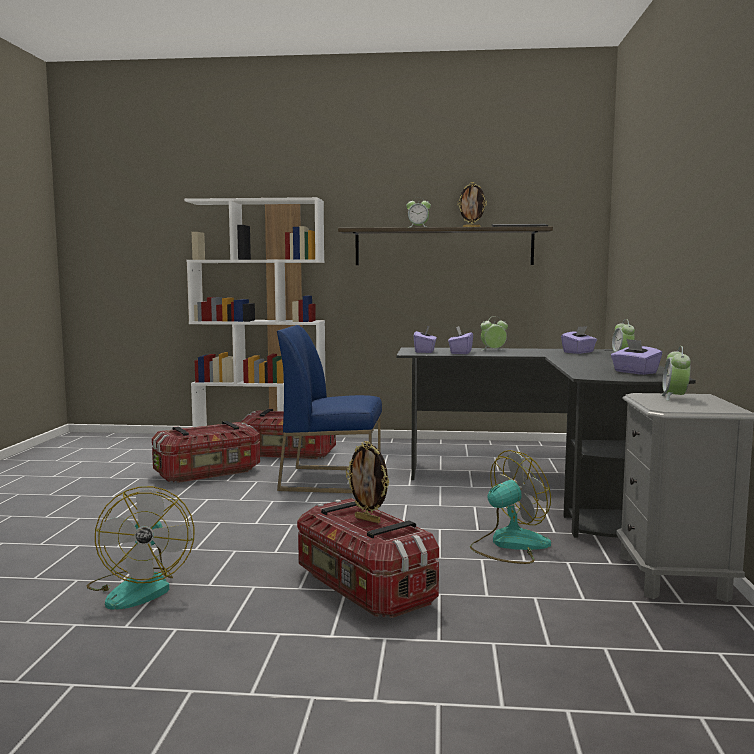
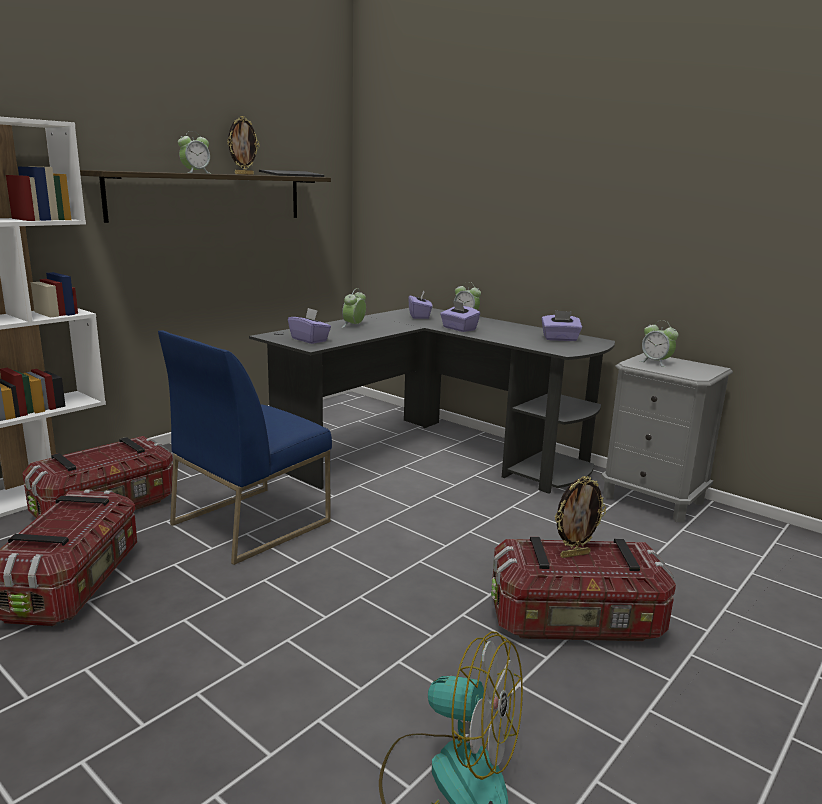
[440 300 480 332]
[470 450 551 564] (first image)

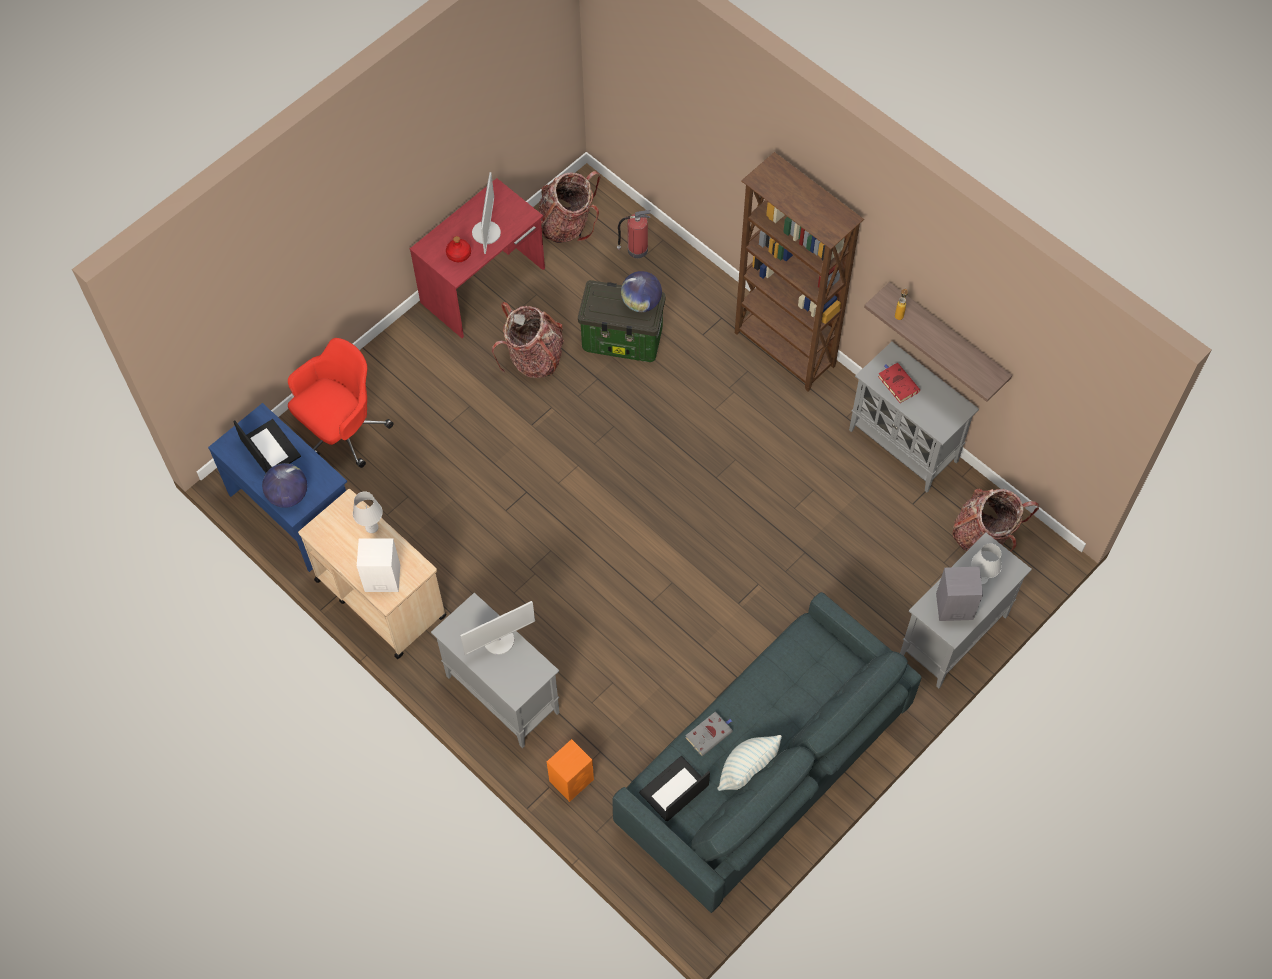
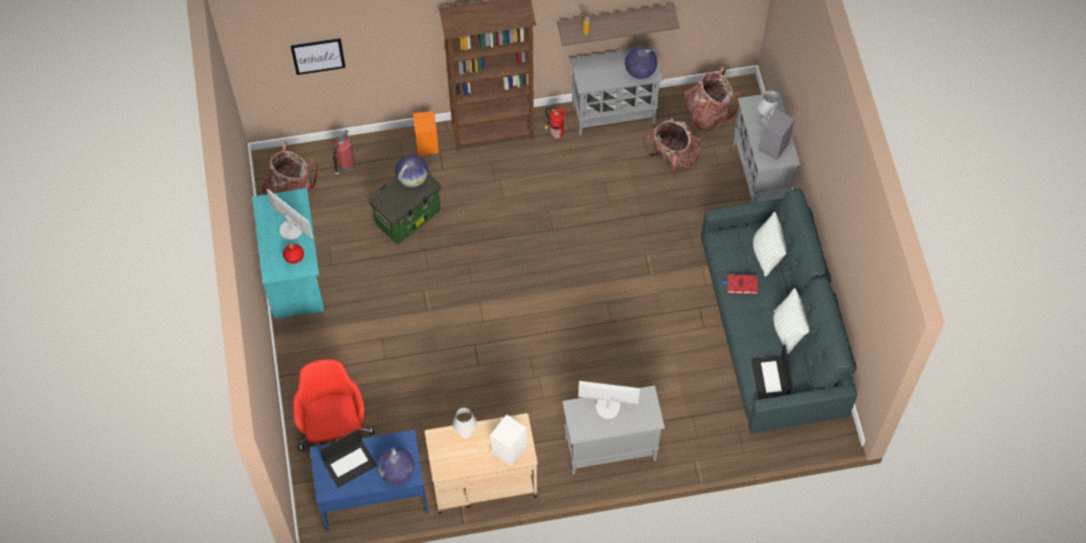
[252 188 325 319]
[643 118 701 178]
[722 274 758 294]
[320 429 377 487]
[578 381 640 419]
[685 711 733 756] (first image)
[413 111 439 156]
[291 38 346 75]
[625 46 657 79]
[544 107 567 139]
[753 212 787 277]

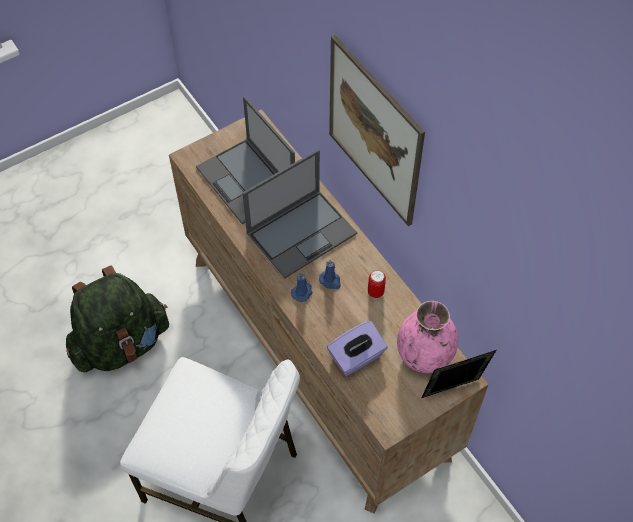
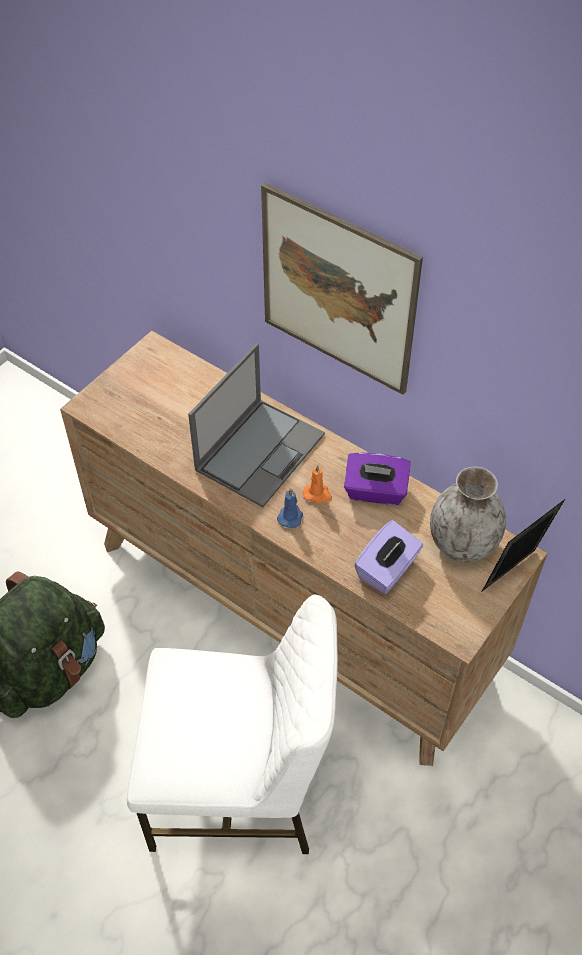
[196 96 295 224] (first image)
[303 464 332 504]
[344 452 411 505]
[430 466 506 562]

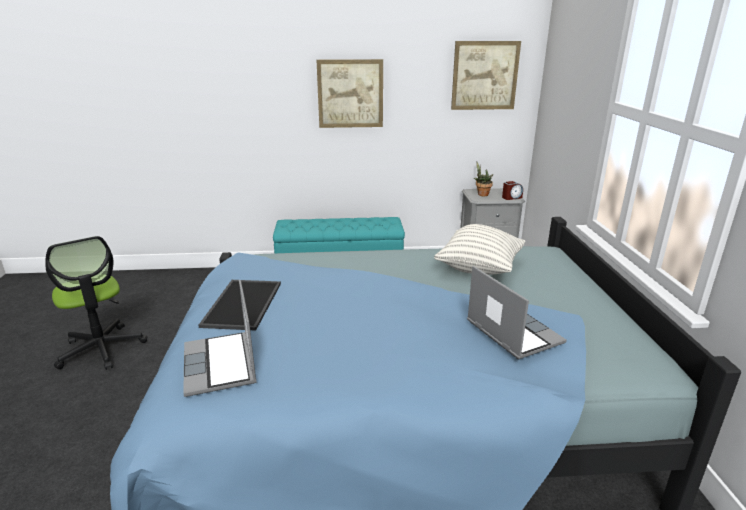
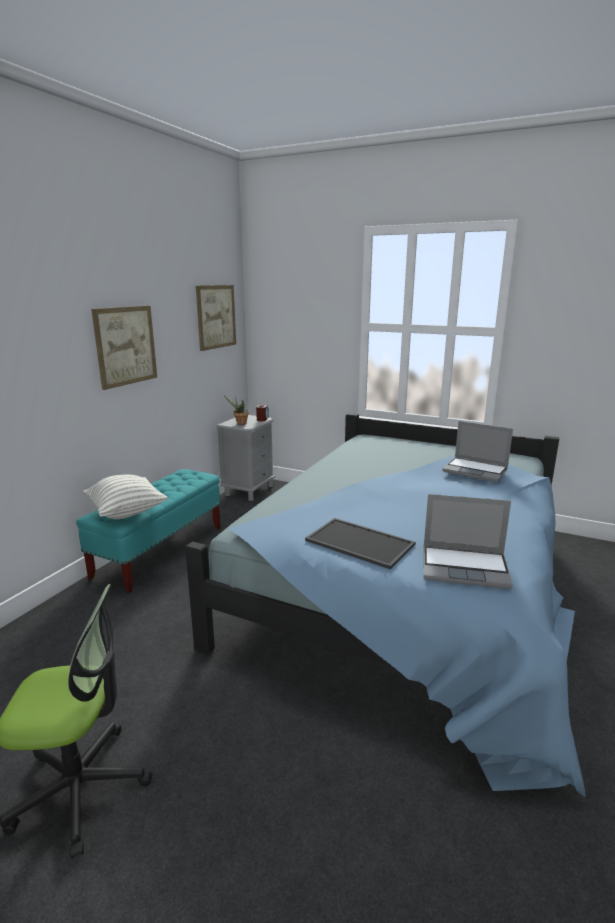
[83 475 168 519]
[442 421 513 482]

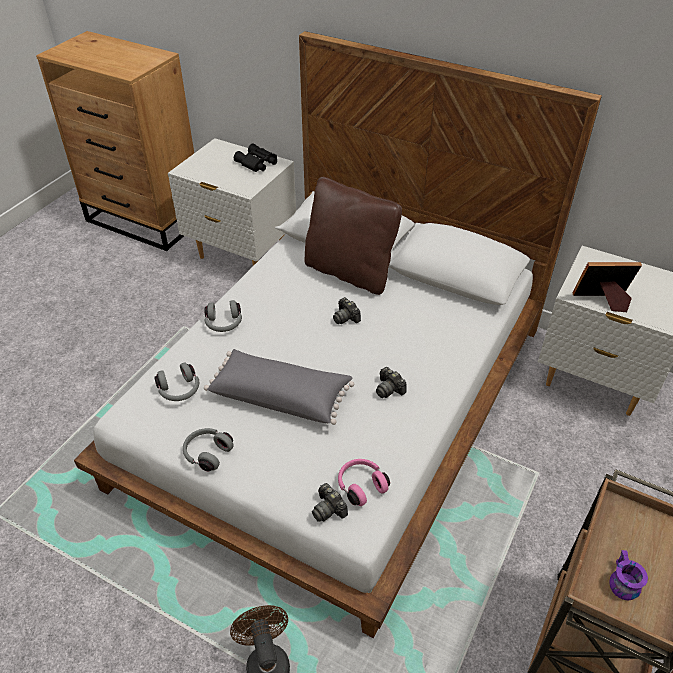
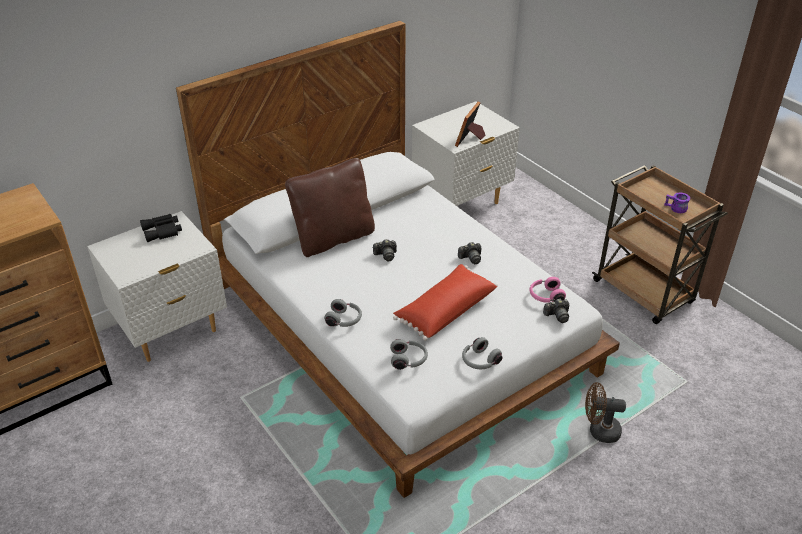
[393 264 498 341]

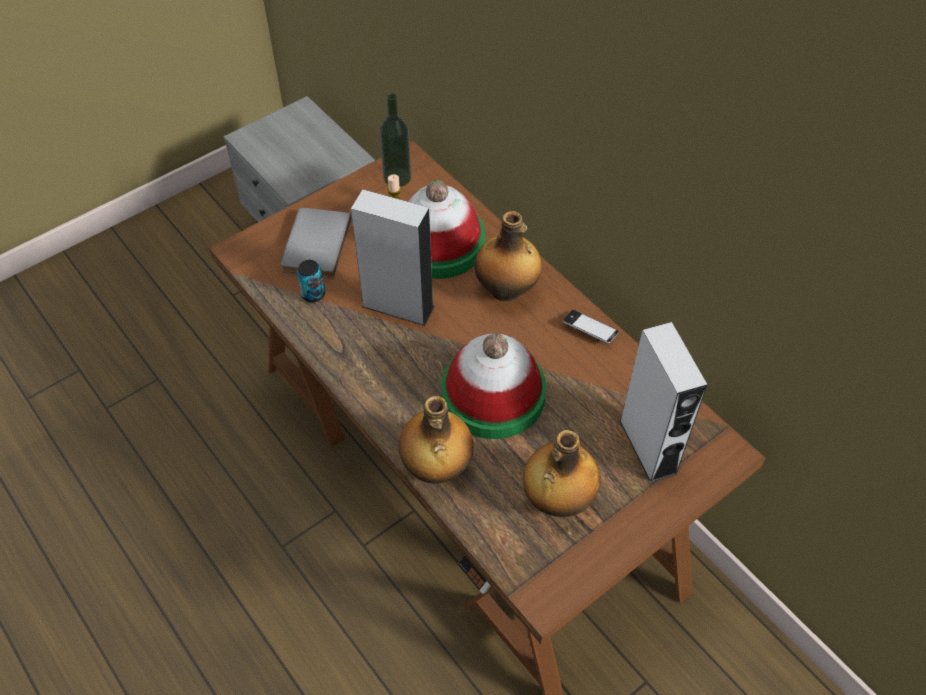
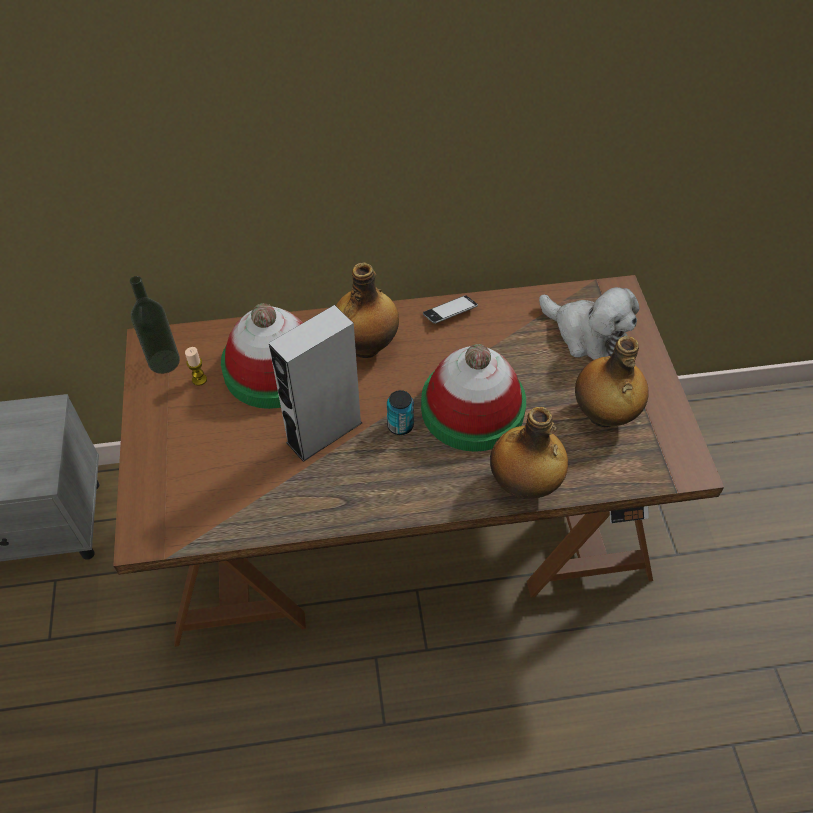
[280 208 351 278] (first image)
[387 390 414 435]
[539 287 639 360]

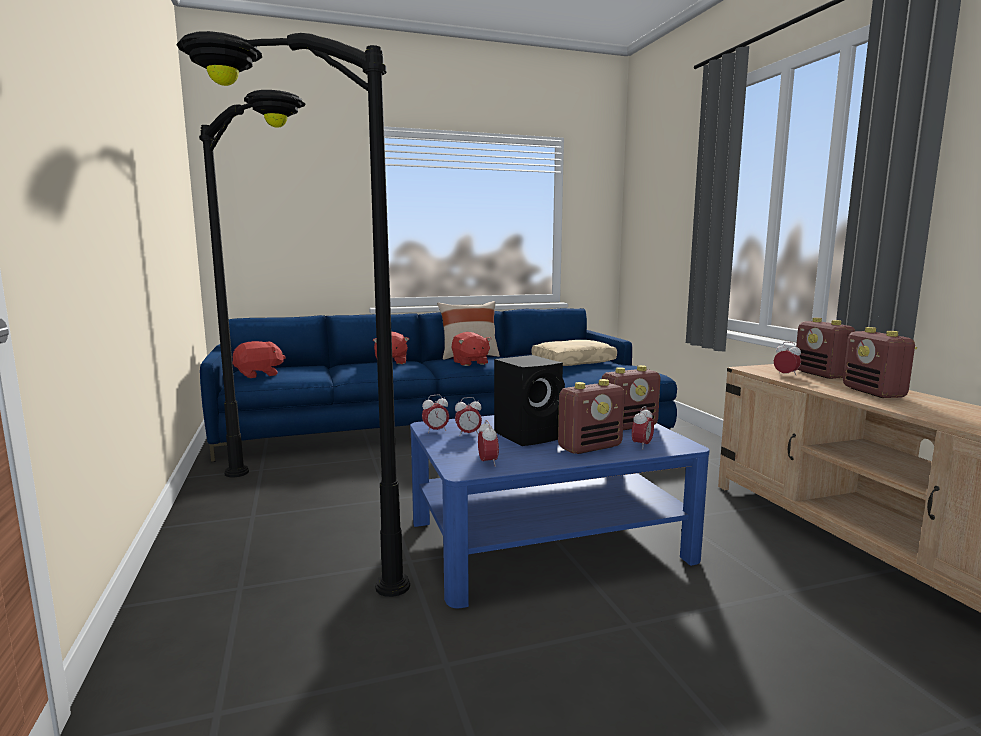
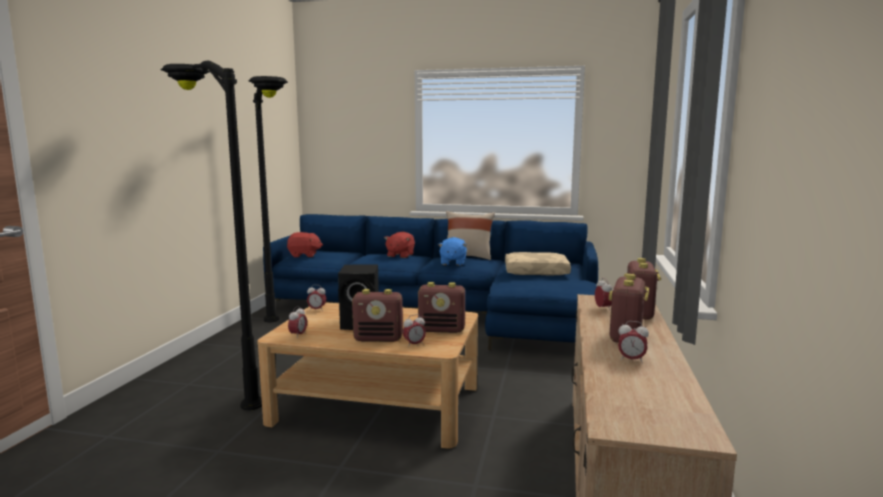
[438 237 467 266]
[618 321 649 363]
[257 302 478 448]

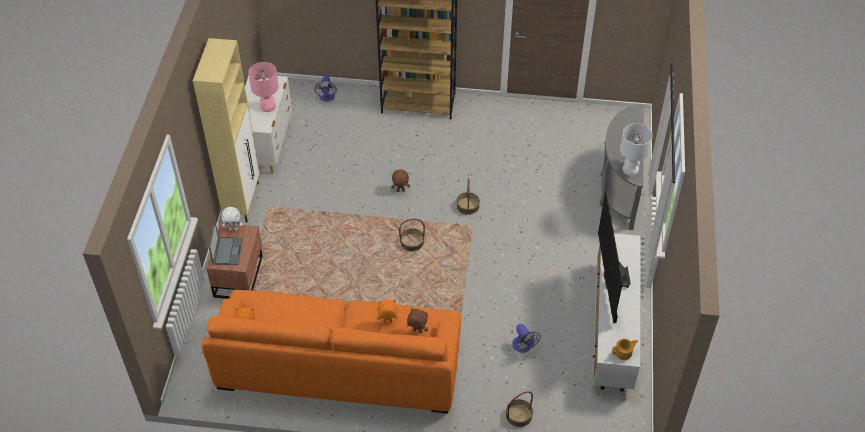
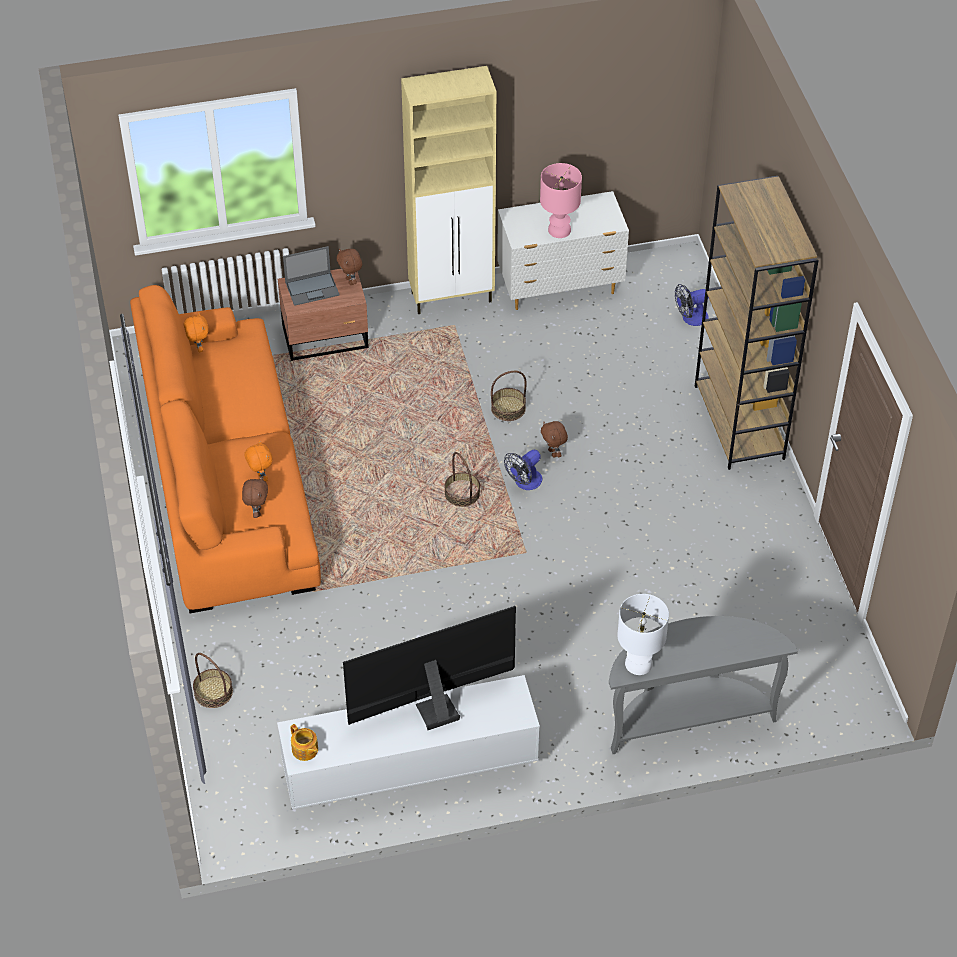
[491 371 527 421]
[336 248 362 285]
[504 450 542 490]

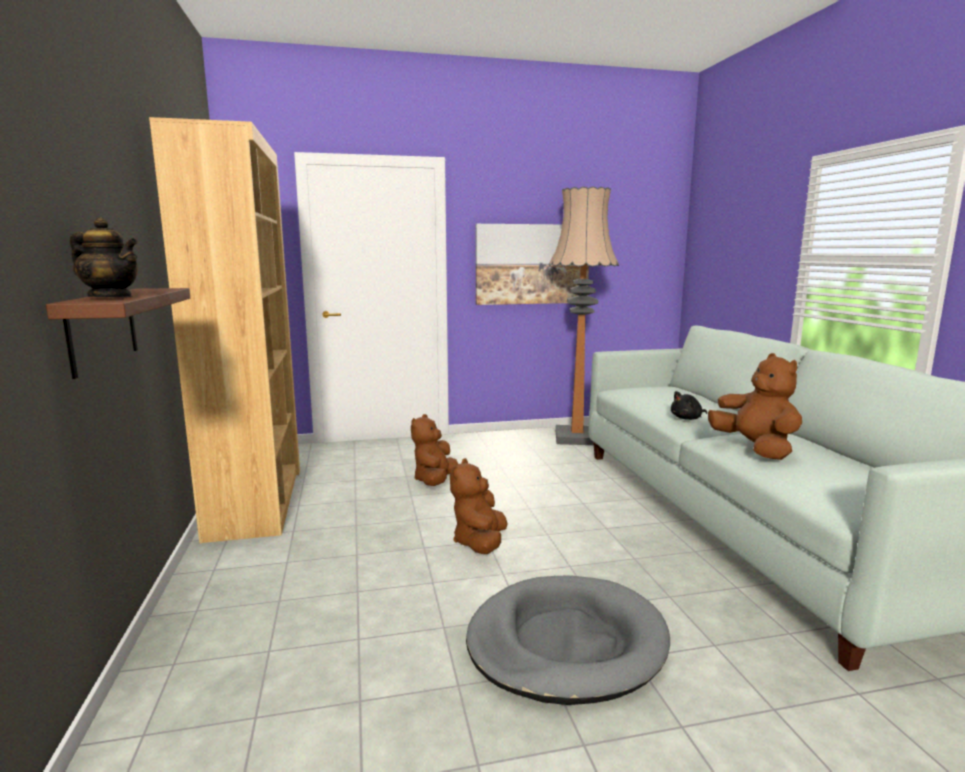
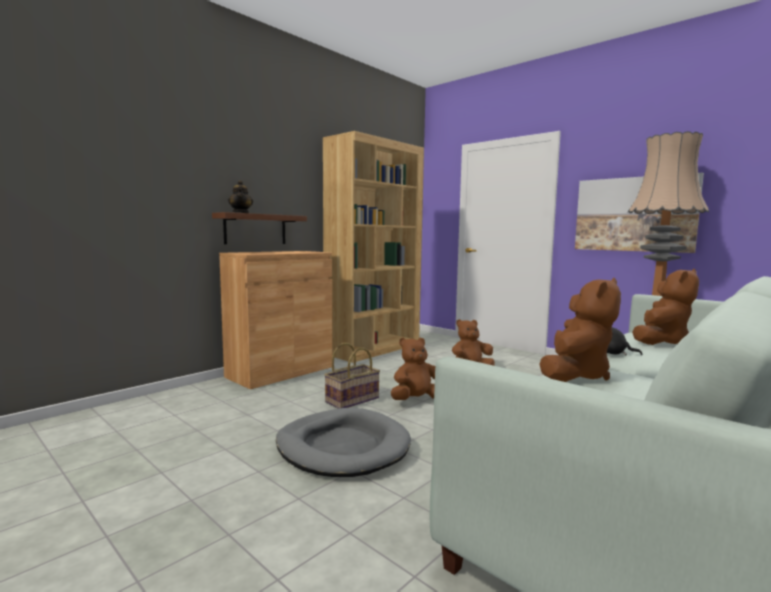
[219 251 332 389]
[632 269 699 345]
[324 343 380 409]

